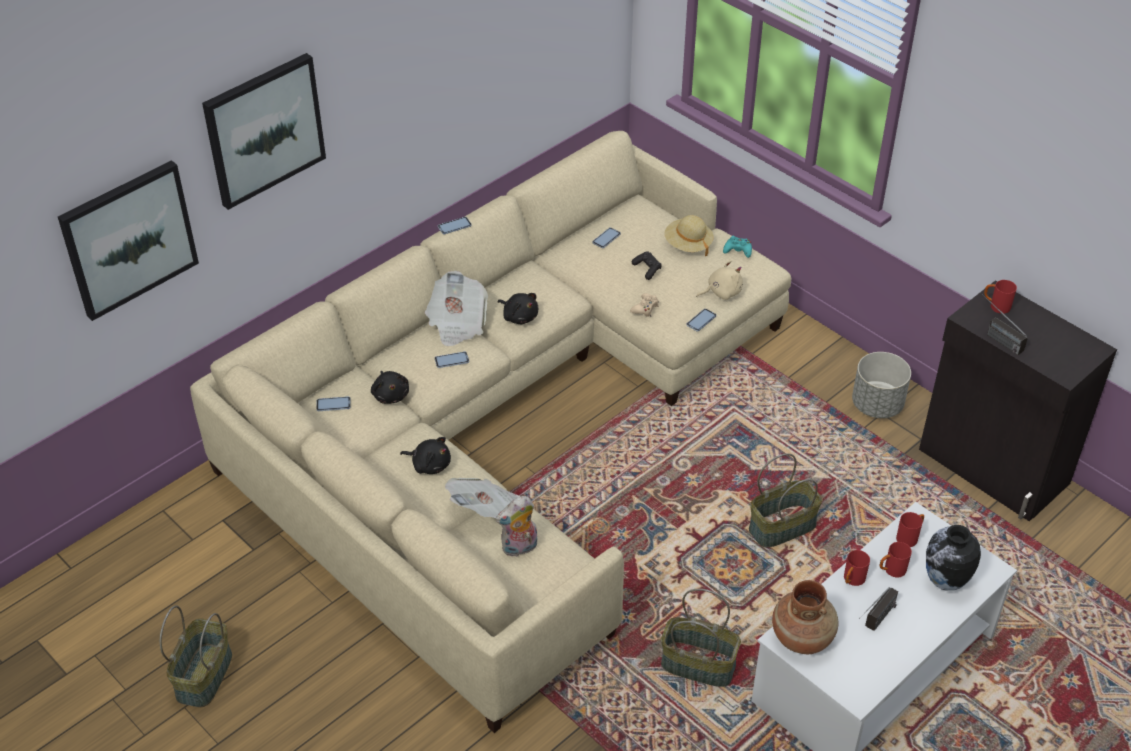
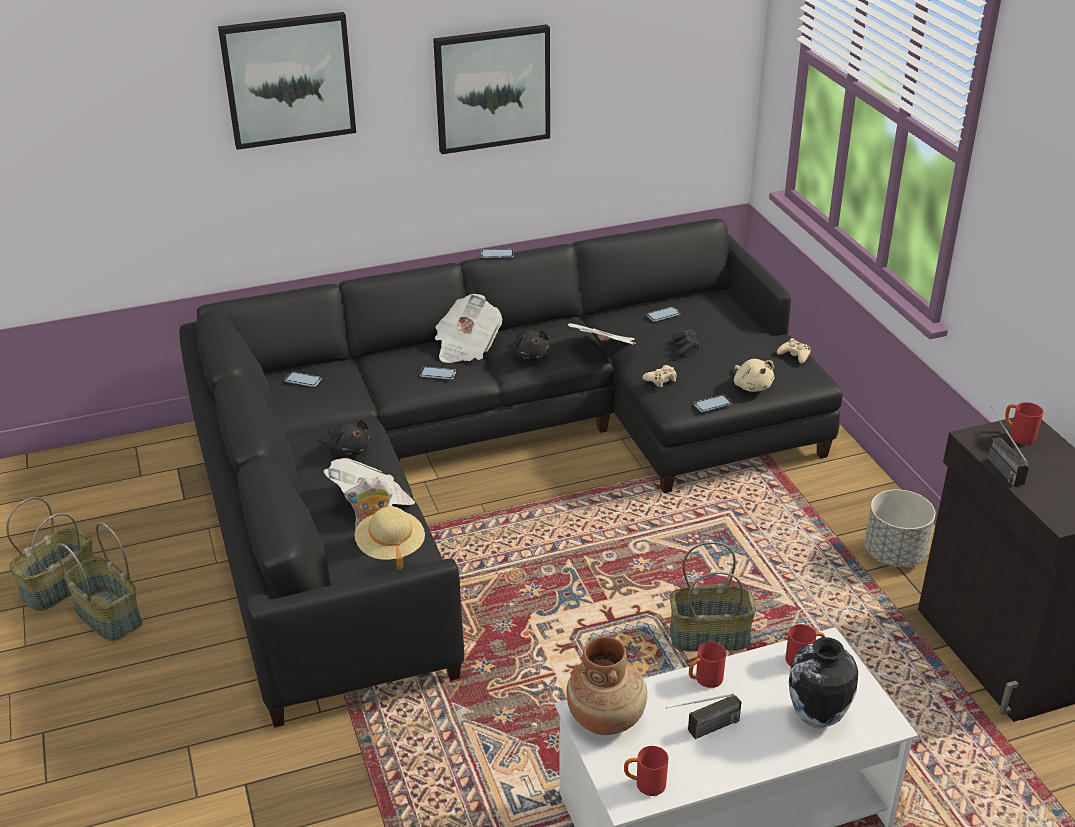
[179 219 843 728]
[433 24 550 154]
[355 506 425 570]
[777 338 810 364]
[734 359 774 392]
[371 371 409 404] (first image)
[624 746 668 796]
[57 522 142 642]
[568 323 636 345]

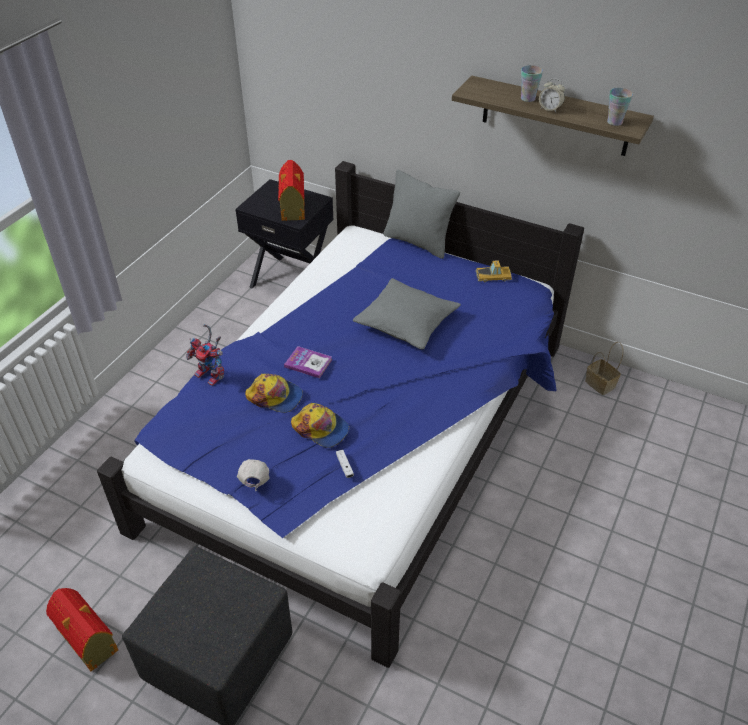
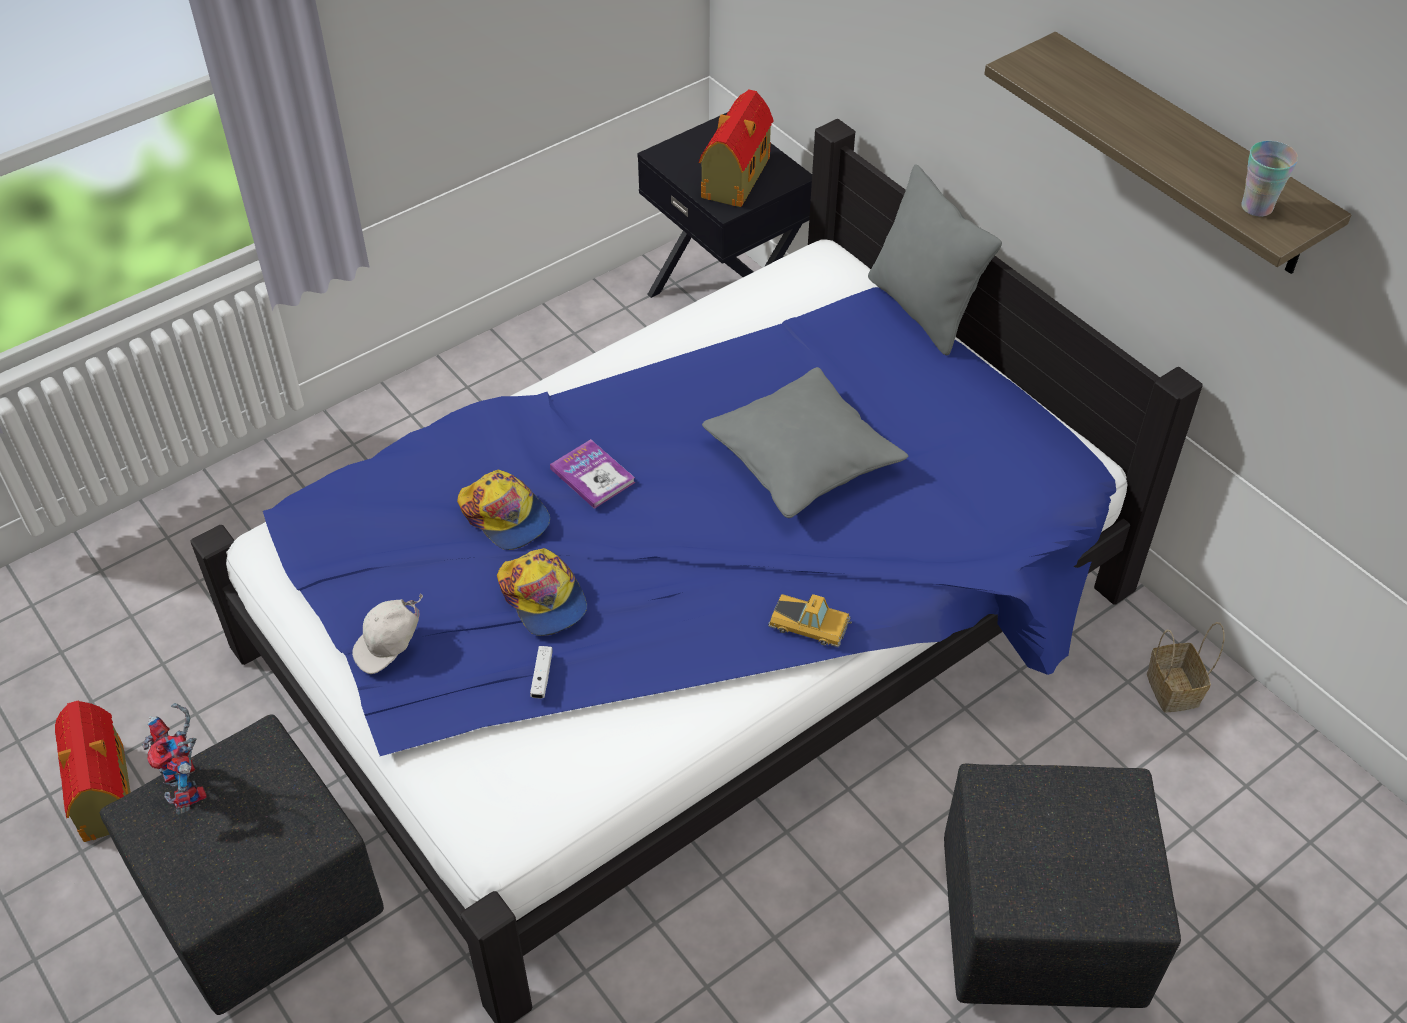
[521 65 543 102] (first image)
[539 78 565 112] (first image)
[768 594 852 647]
[142 703 207 815]
[352 594 423 674]
[944 764 1181 1008]

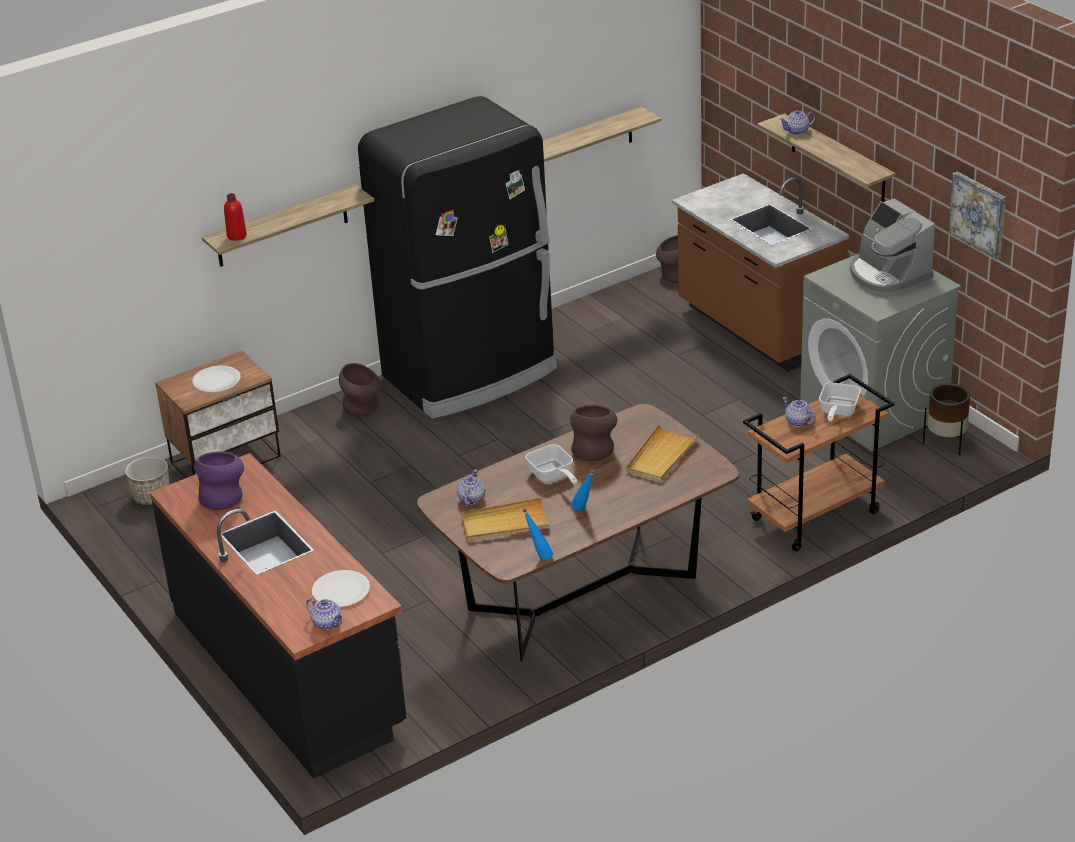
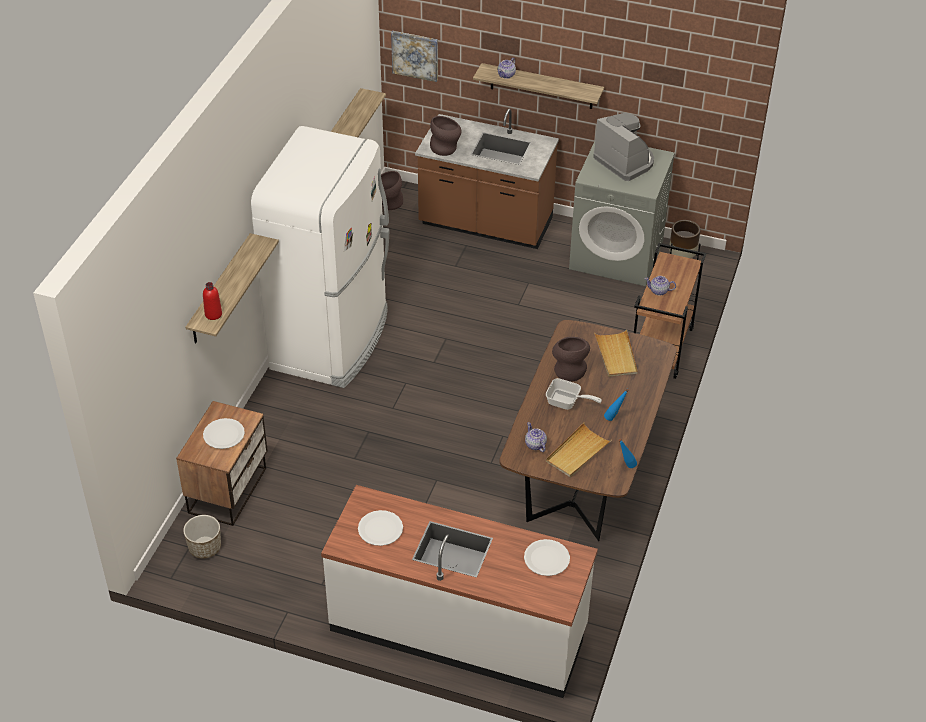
[251 126 389 388]
[391 31 438 82]
[593 113 654 181]
[430 116 462 156]
[819 382 861 422] (first image)
[358 510 403 546]
[321 485 598 698]
[306 598 344 630] (first image)

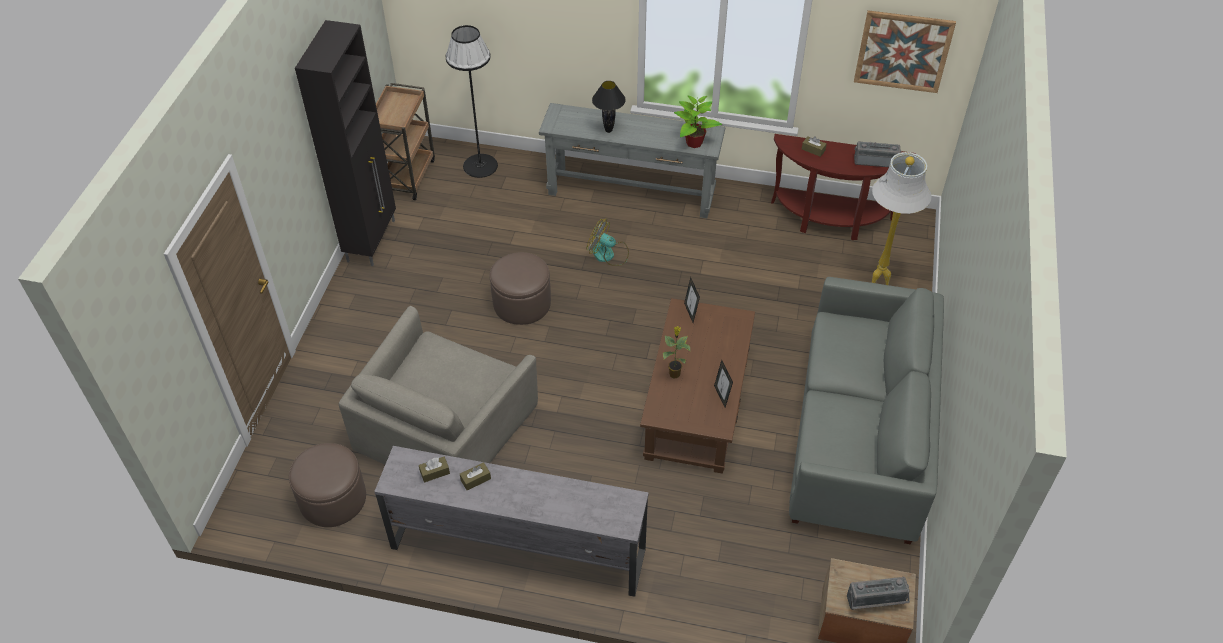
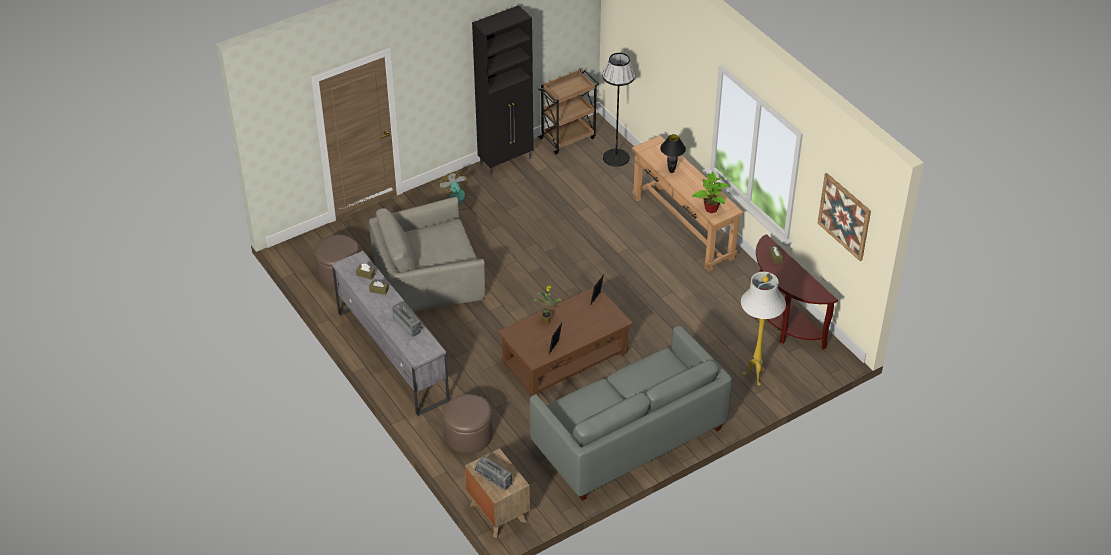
[632 135 744 272]
[392 302 423 337]
[439 171 476 211]
[443 394 493 454]

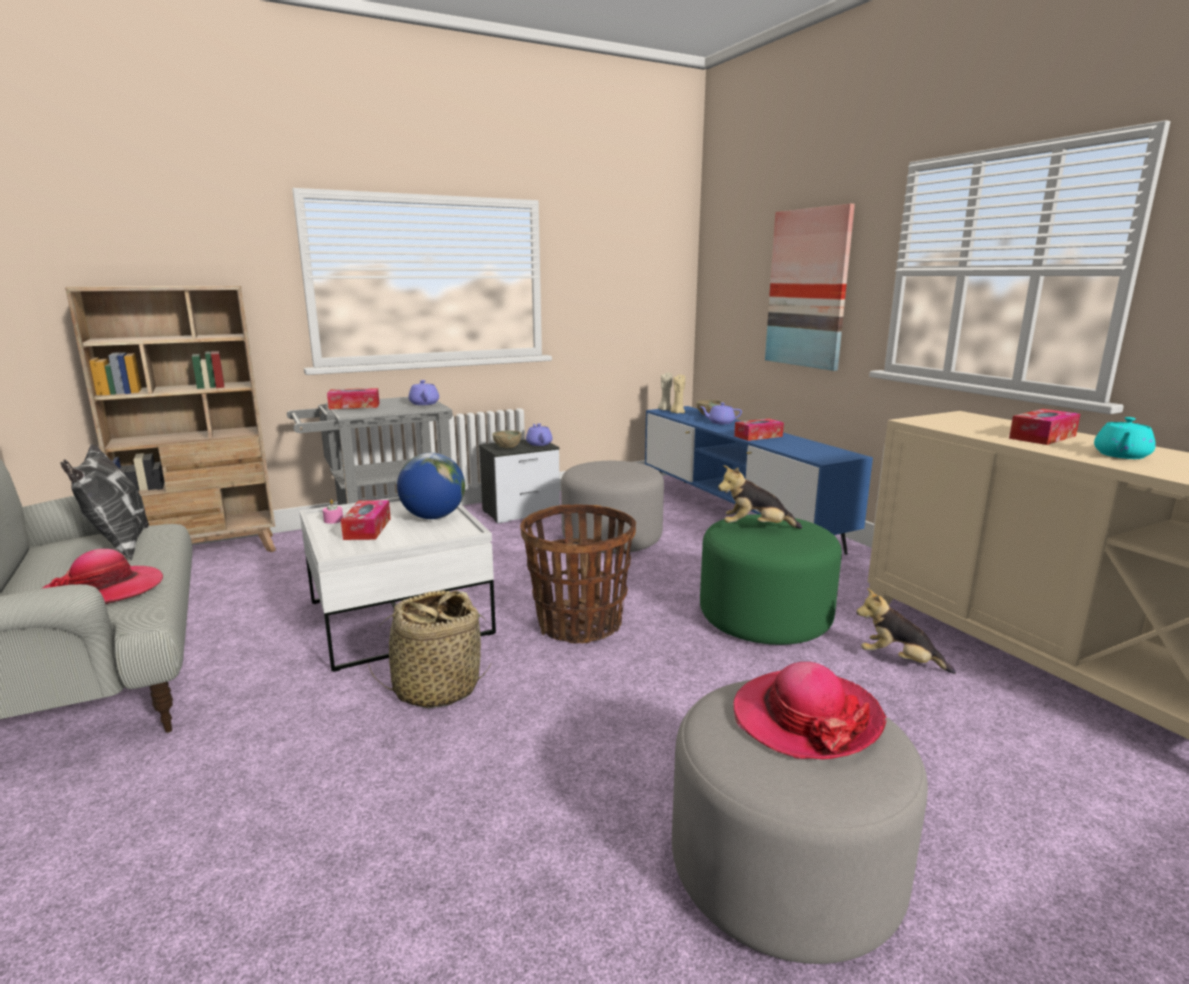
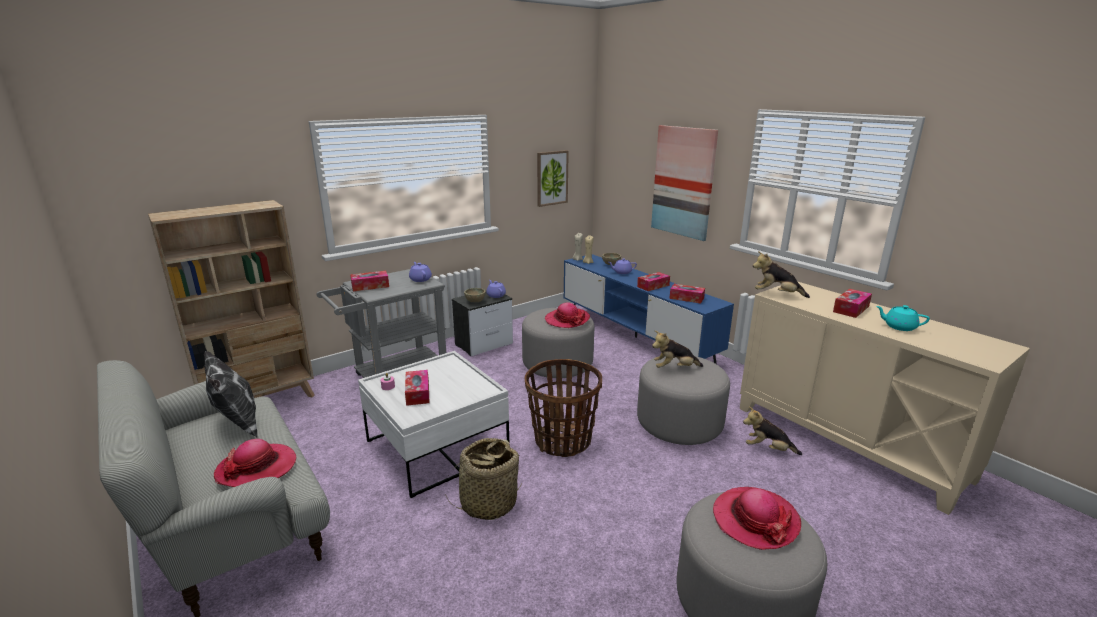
[876 305 930 331]
[397 453 465 519] (first image)
[637 356 730 445]
[537 150 569 207]
[753 251 810 298]
[669 284 705 304]
[545 302 590 328]

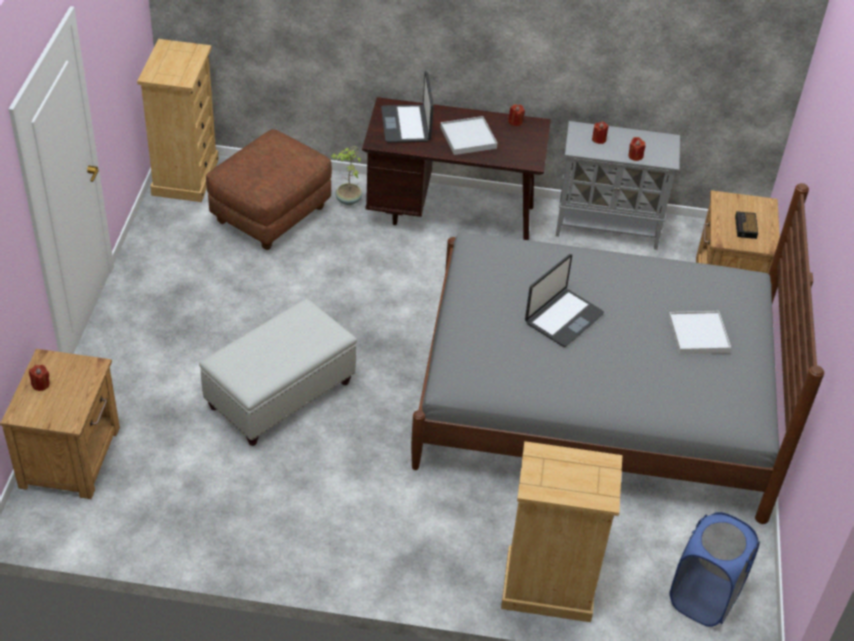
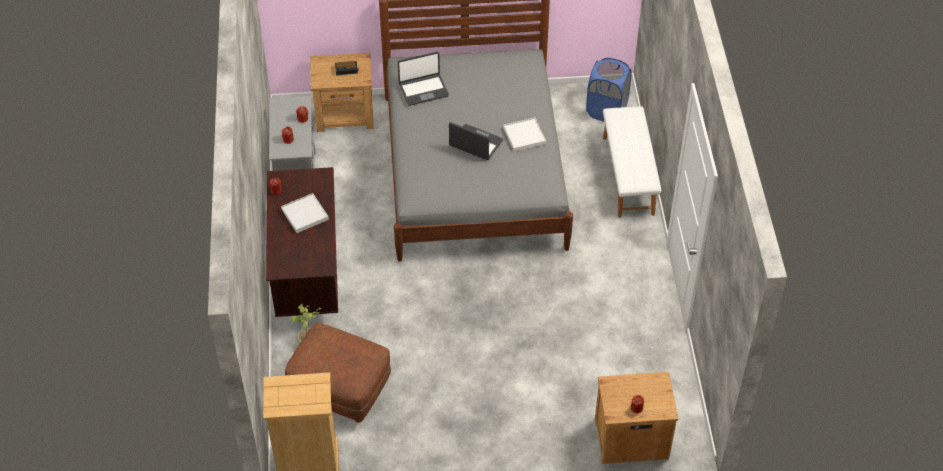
[398 52 449 106]
[199 298 357 446] (first image)
[503 118 546 152]
[603 107 662 218]

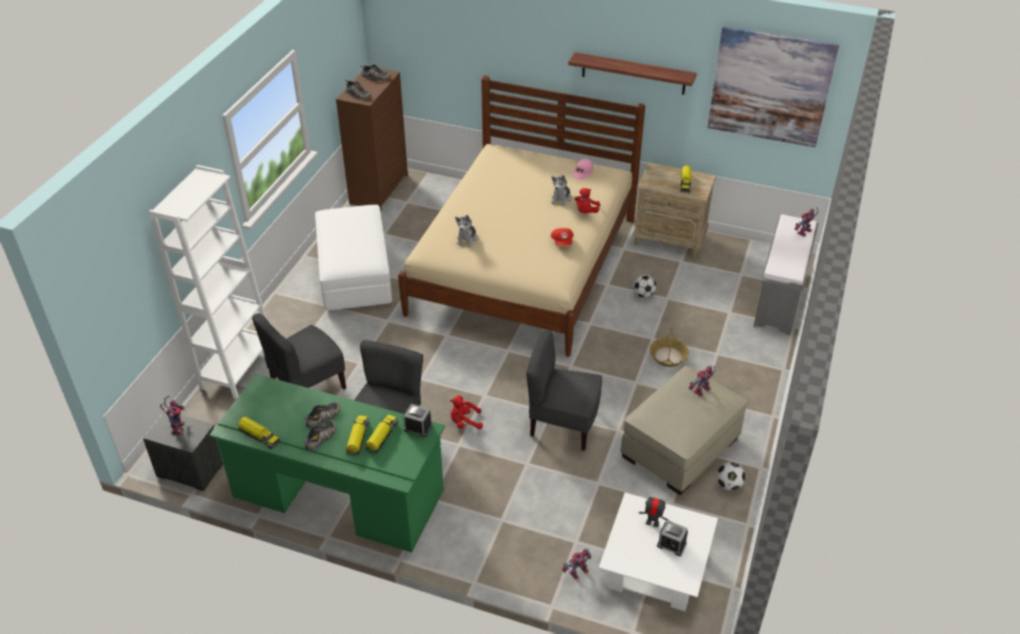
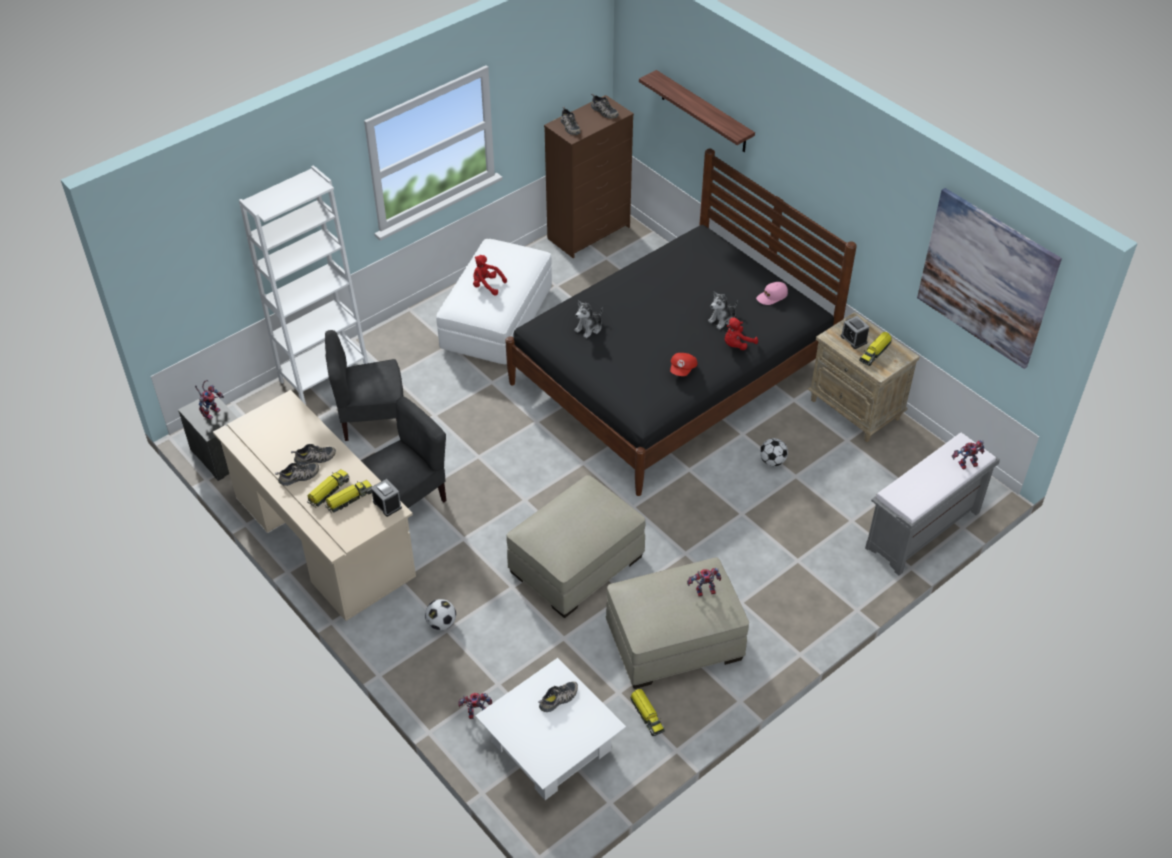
[639 70 755 152]
[505 149 857 496]
[650 327 689 367] (first image)
[507 475 645 618]
[213 390 416 621]
[473 255 507 295]
[630 689 665 736]
[425 599 456 630]
[538 682 578 712]
[841 316 869 349]

